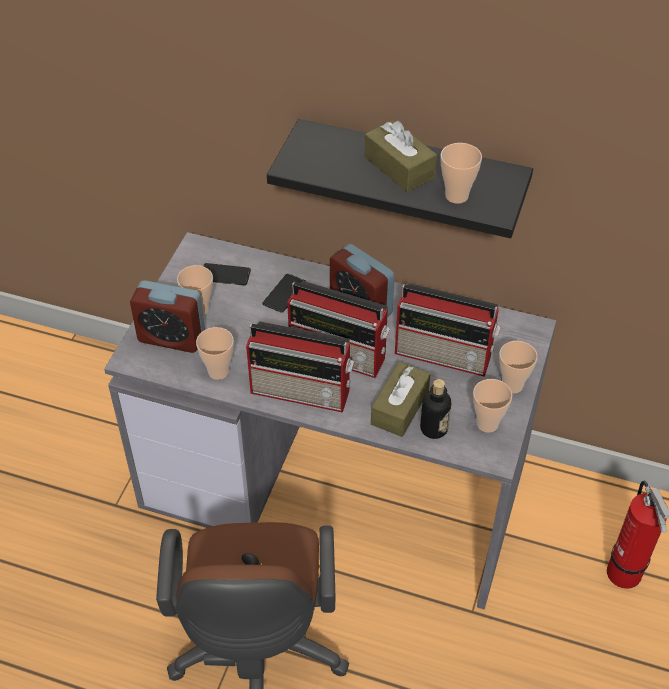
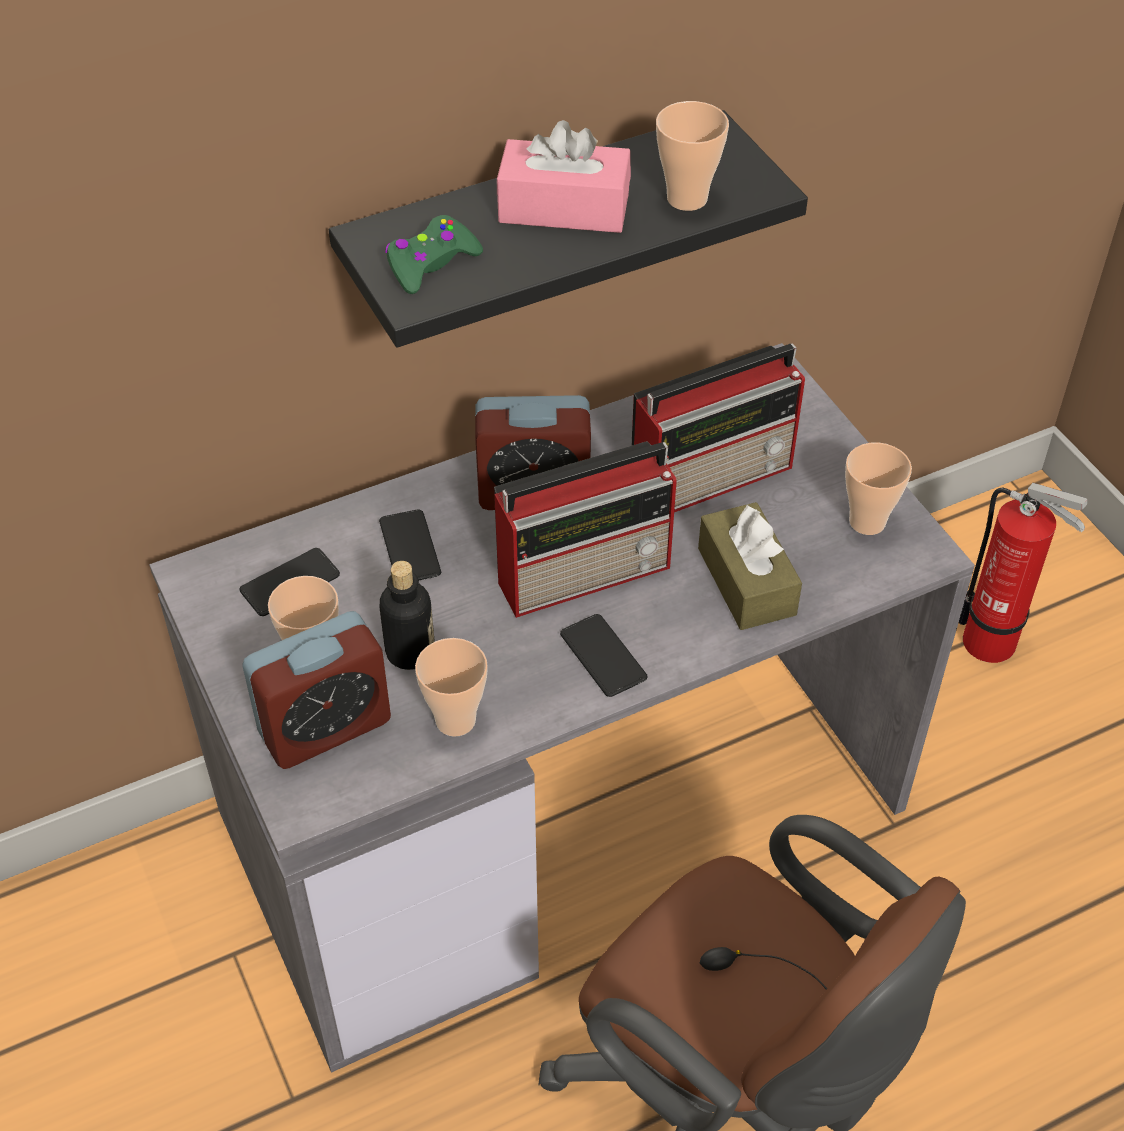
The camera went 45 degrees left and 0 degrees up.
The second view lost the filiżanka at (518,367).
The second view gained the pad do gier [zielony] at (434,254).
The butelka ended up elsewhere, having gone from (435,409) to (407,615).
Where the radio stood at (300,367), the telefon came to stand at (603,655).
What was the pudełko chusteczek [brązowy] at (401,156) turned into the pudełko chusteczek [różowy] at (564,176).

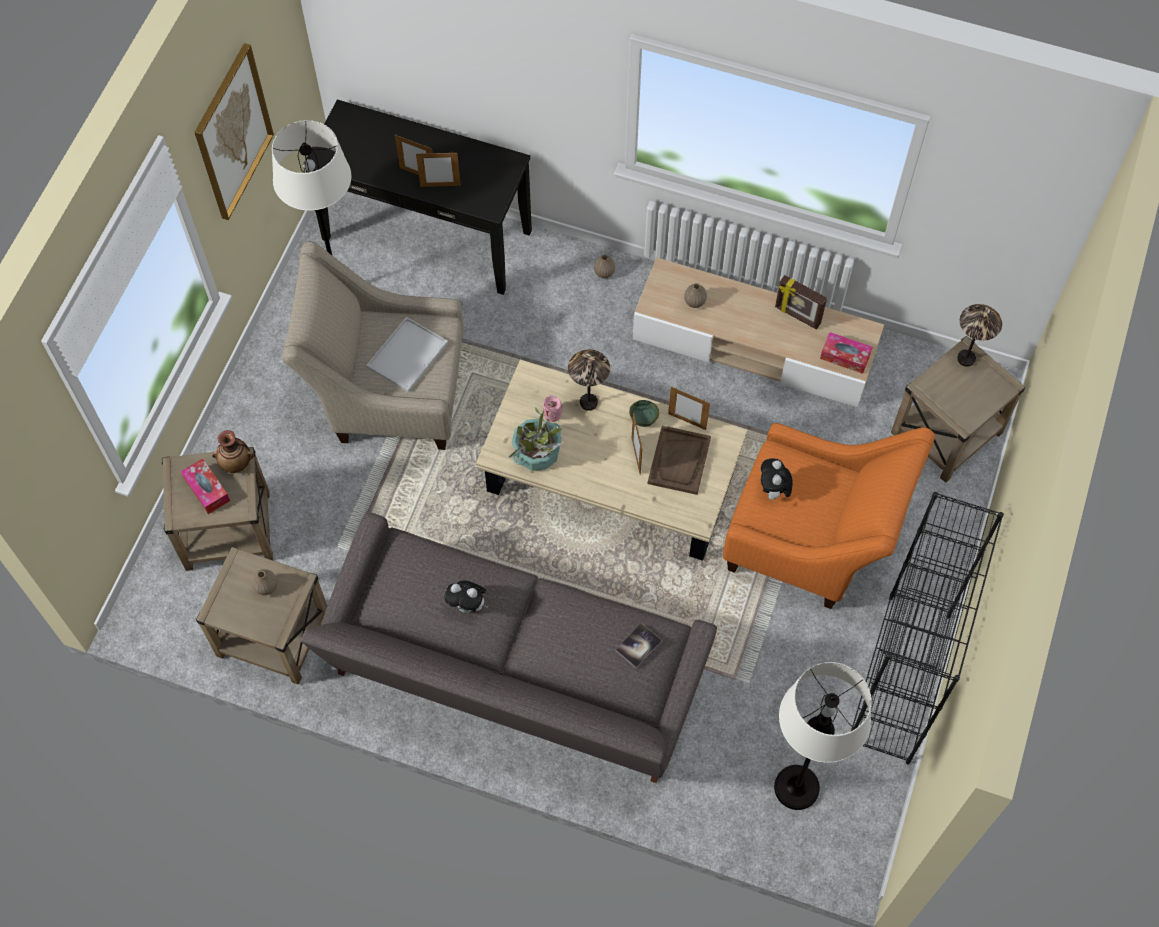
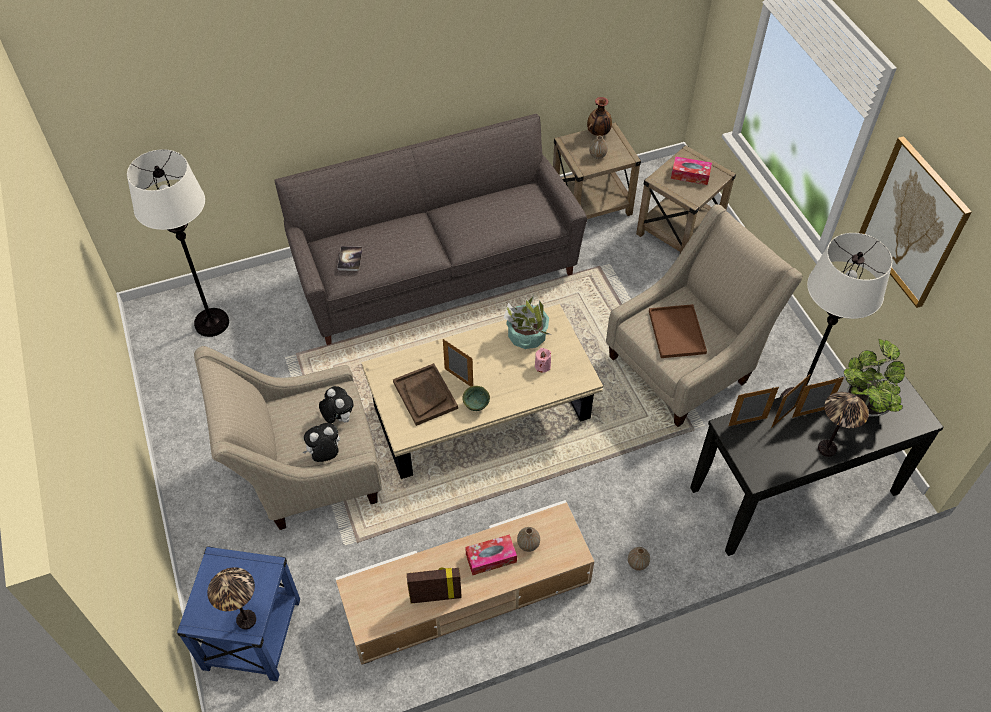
The camera went 140 degrees right and 10 degrees down.
The second view lost the regał [czarny] at (927,628).
The second view gained the roślina doniczkowa at (874,378).
The wazon ended up elsewhere, having gone from (233,451) to (599,116).
The pluszak ended up elsewhere, having gone from (466,597) to (321,442).
The lampa stołowa ended up elsewhere, having gone from (589,380) to (843,424).
The ramka na zdjęcie ended up elsewhere, having gone from (689,408) to (753,406).
The pudełko chusteczek ended up elsewhere, having gone from (846,353) to (491,554).
What was the taca [biały] at (407,355) turned into the taca [brązowy] at (678,331).
What was the fotel [pomarańczowy] at (829,516) turned into the fotel [beżowy] at (288,438).
What was the stolik [beżowy] at (958,409) turned into the stolik [niebieski] at (238,613).

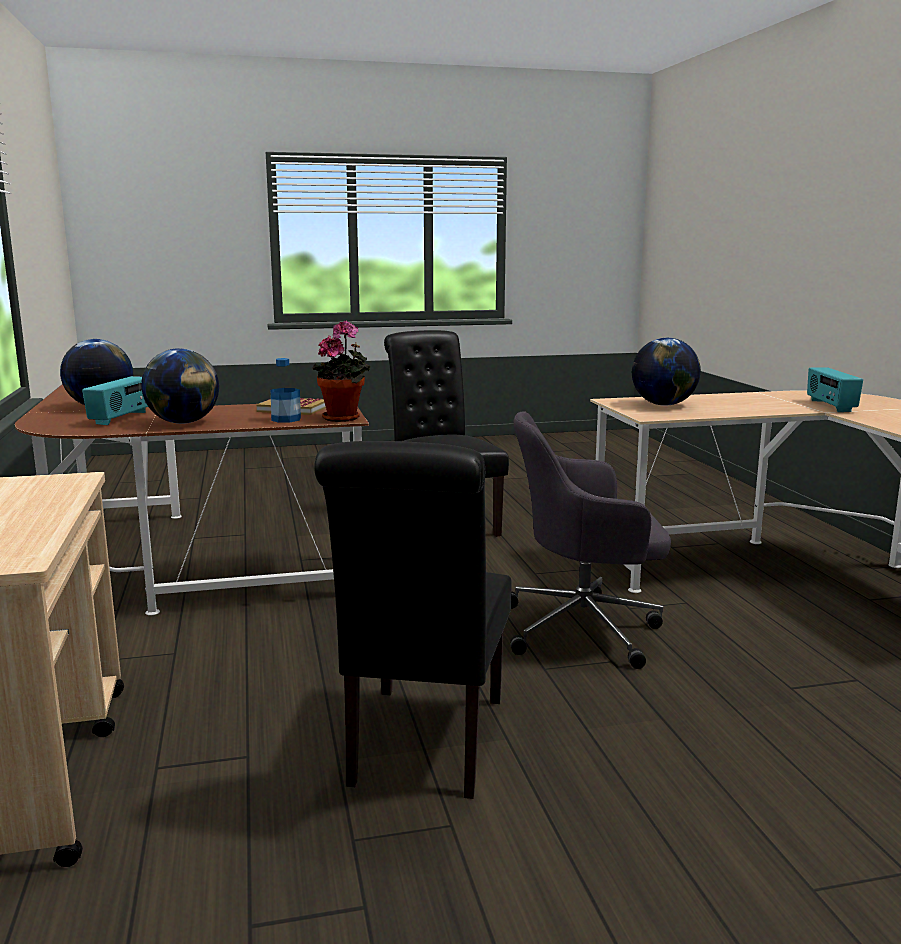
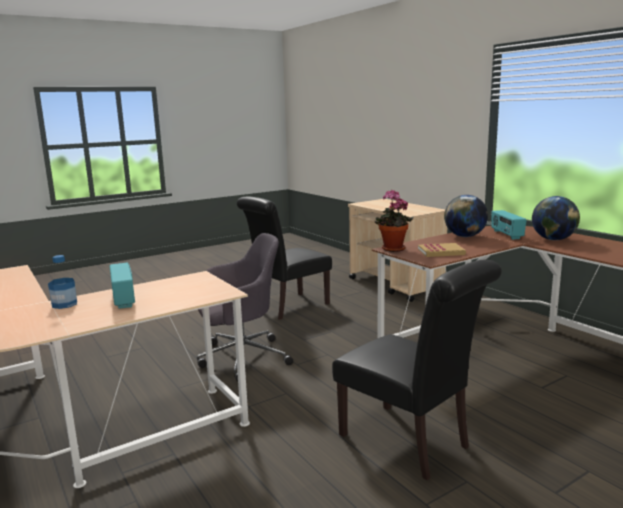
The camera went 160 degrees right and 0 degrees up.
The second view lost the globus at (666,372).
The butelka ended up elsewhere, having gone from (286,390) to (62,282).
The radio ended up elsewhere, having gone from (835,390) to (122,286).
The krzesło [czarny] at (413,620) ended up facing another way, 120 degrees counterclockwise from before.

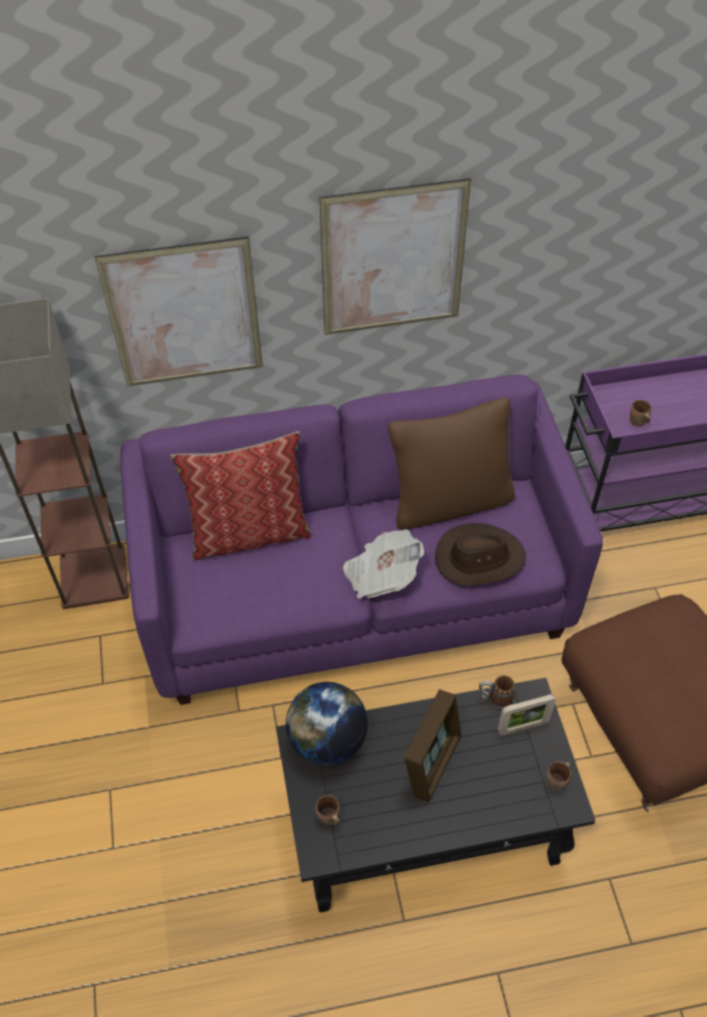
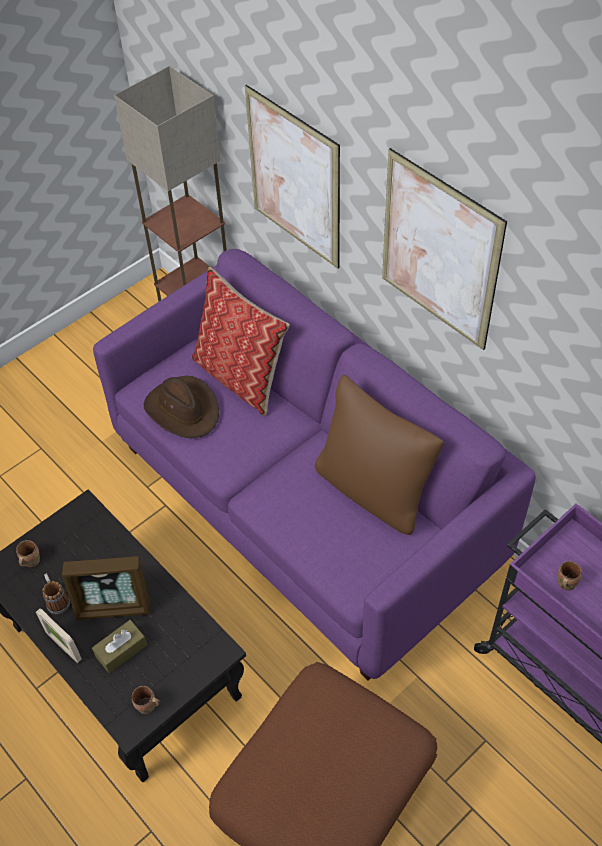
The camera went 60 degrees right and 0 degrees up.
The second view lost the globus at (327,724).
The second view lost the gazeta at (383,564).
The second view gained the pudełko chusteczek [brązowy] at (119,647).
The kapelusz [brązowy] ended up elsewhere, having gone from (480,554) to (181,407).
The kubek ended up elsewhere, having gone from (497,692) to (56,594).
The ramka na zdjęcie ended up elsewhere, having gone from (527,715) to (59,635).

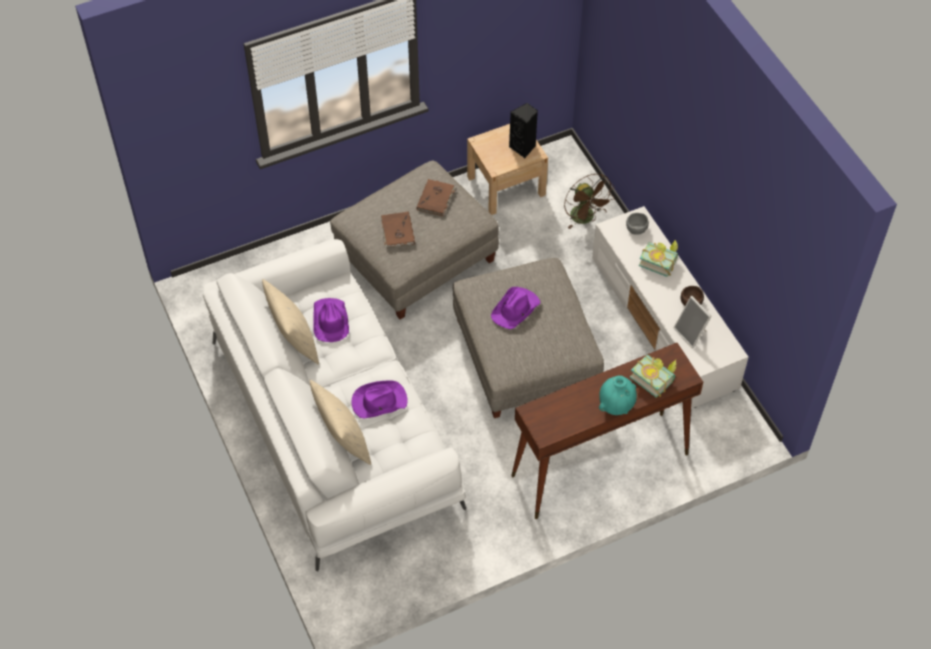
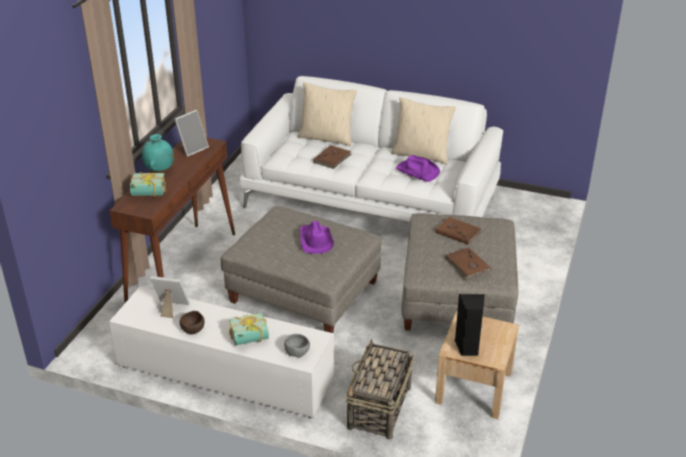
The camera went 135 degrees right and 20 degrees down.
The second view gained the ramka na zdjęcie at (191,133).
Where the kapelusz [fioletowy] stood at (380,399), the książka [brązowy] came to stand at (332,157).
Where the wentylator [brązowy] stood at (589,201), the koszyk came to stand at (380,389).

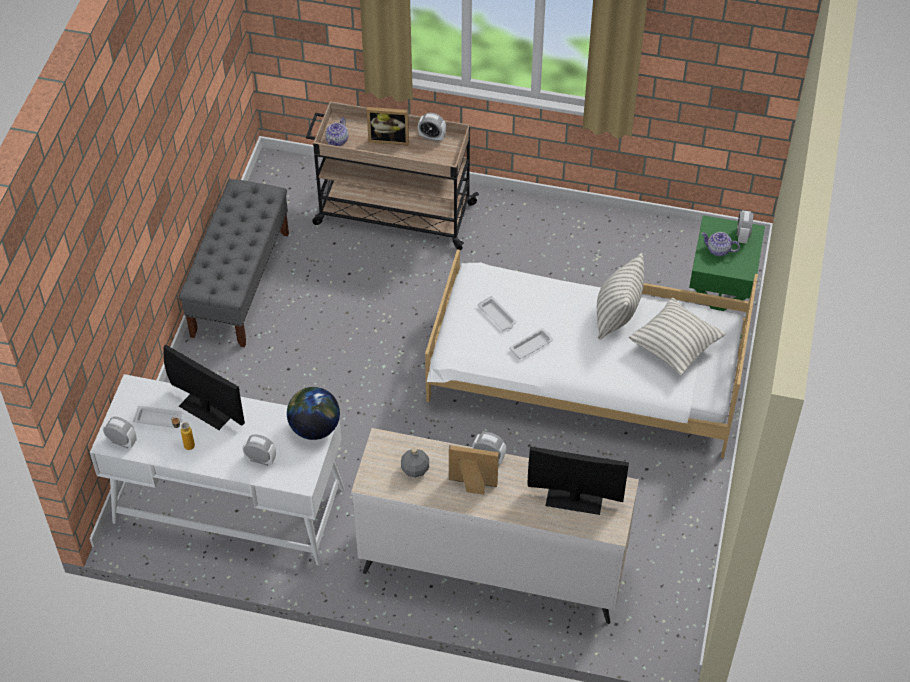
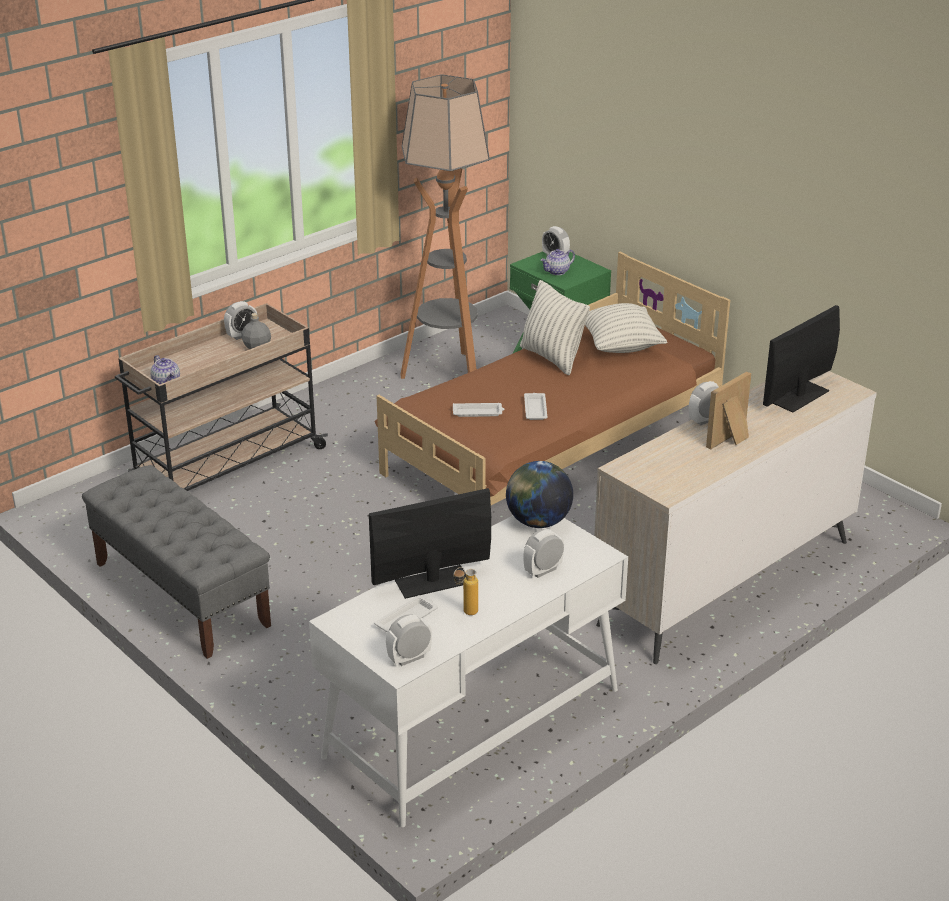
The camera went 55 degrees left and 20 degrees down.
The second view lost the ramka na zdjęcie at (388,126).
The second view gained the lampa stojąca at (445,226).
The butelka [szary] ended up elsewhere, having gone from (415,462) to (256,331).
What was the łóżko [biały] at (591,353) turned into the łóżko [brązowy] at (552,378).

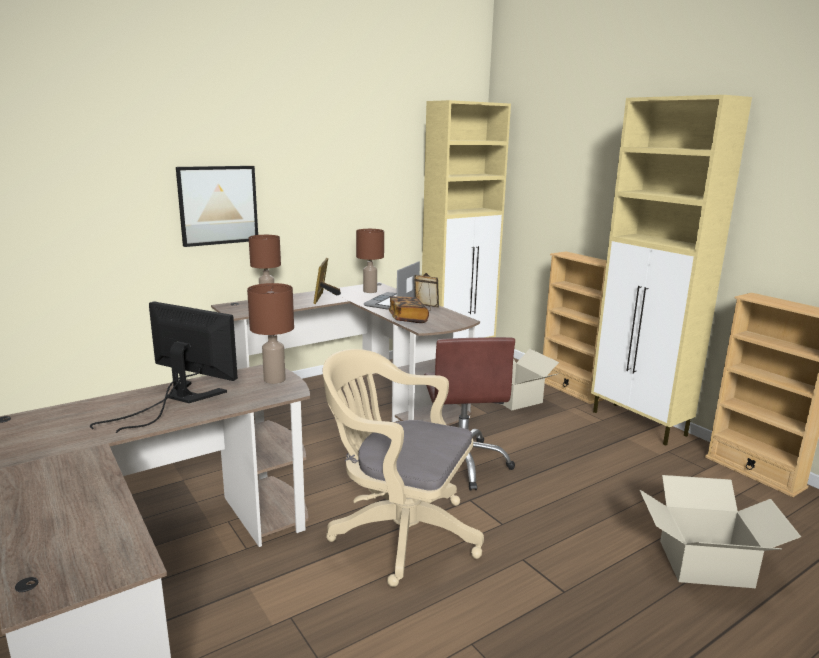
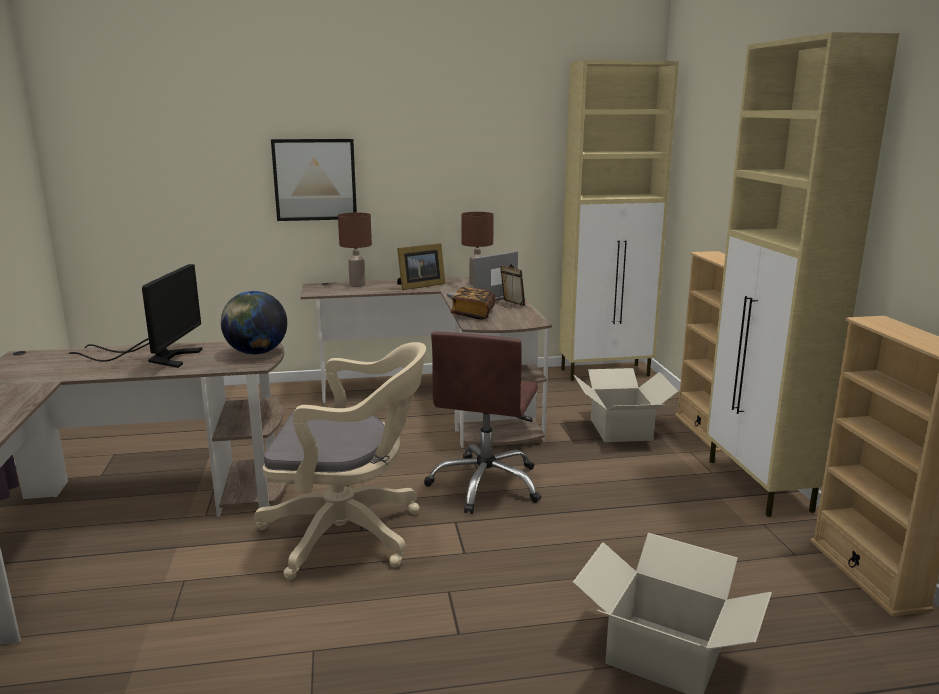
The camera went 25 degrees right and 0 degrees up.
Where the lampa stołowa [brązowy] stood at (270,333), the globus came to stand at (254,323).
The monitor at (164,367) ended up facing another way, 45 degrees clockwise from before.
The ramka na zdjęcie at (327,281) ended up facing another way, 150 degrees counterclockwise from before.
The krzesło biurowe [beżowy] at (403,468) ended up facing another way, 135 degrees clockwise from before.

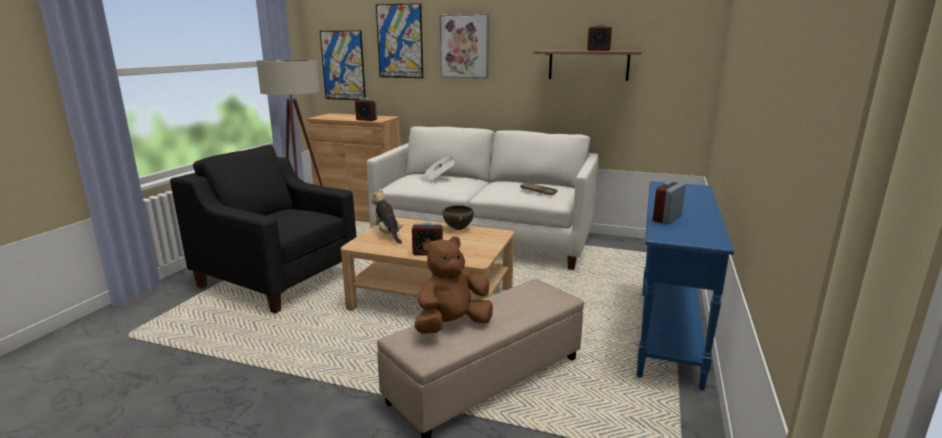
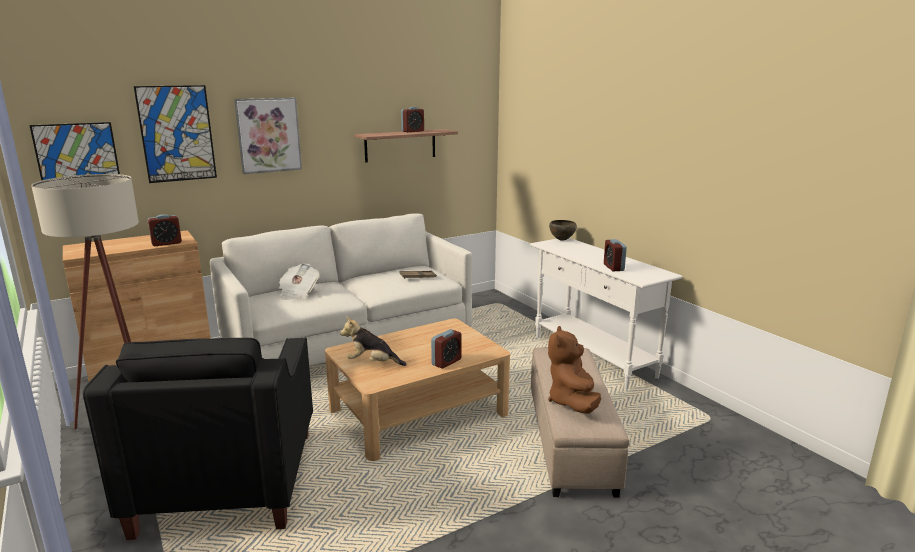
The camera went 50 degrees left and 0 degrees up.
The miska [brązowy] ended up elsewhere, having gone from (458,217) to (563,230).
What was the stolik konsolowy [niebieski] at (685,285) turned into the stolik konsolowy [biały] at (606,313).
The fotel [czarny] at (263,229) ended up facing another way, 75 degrees counterclockwise from before.

